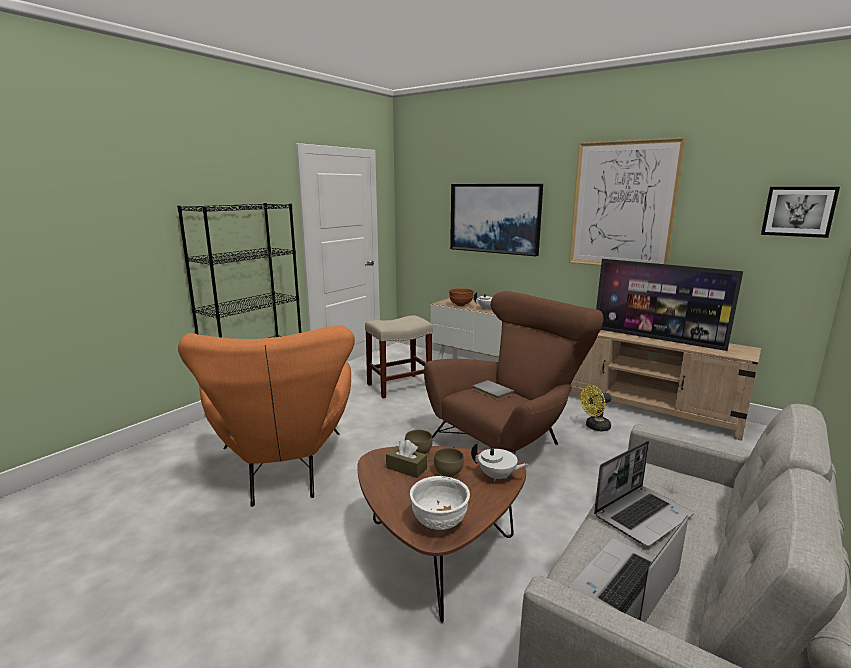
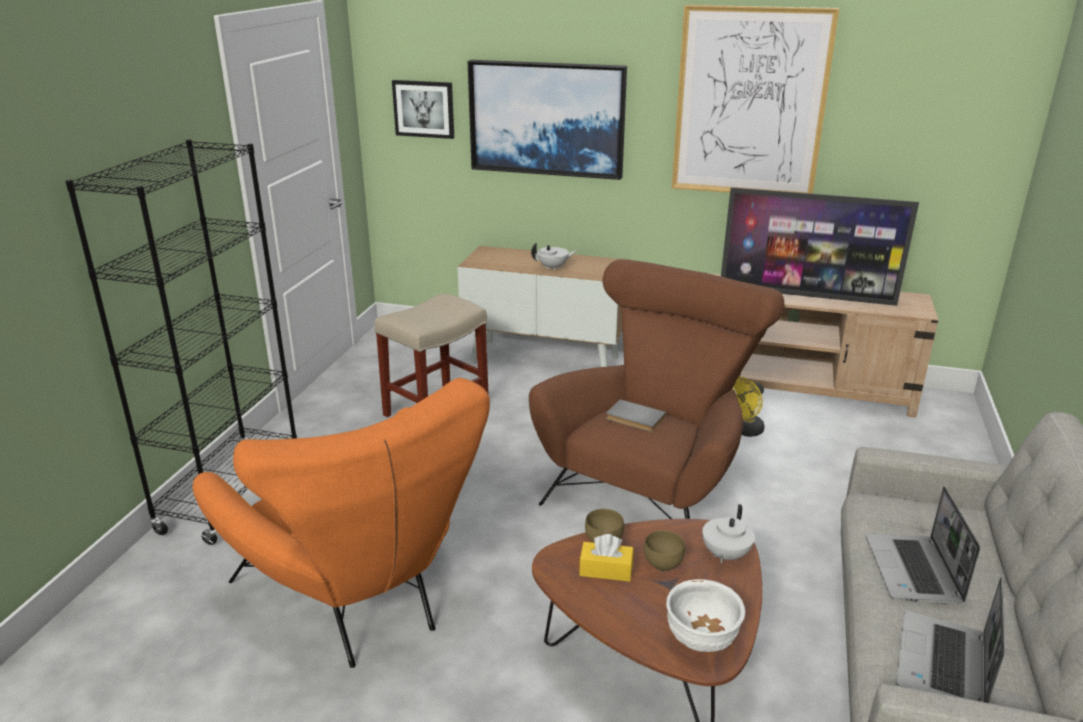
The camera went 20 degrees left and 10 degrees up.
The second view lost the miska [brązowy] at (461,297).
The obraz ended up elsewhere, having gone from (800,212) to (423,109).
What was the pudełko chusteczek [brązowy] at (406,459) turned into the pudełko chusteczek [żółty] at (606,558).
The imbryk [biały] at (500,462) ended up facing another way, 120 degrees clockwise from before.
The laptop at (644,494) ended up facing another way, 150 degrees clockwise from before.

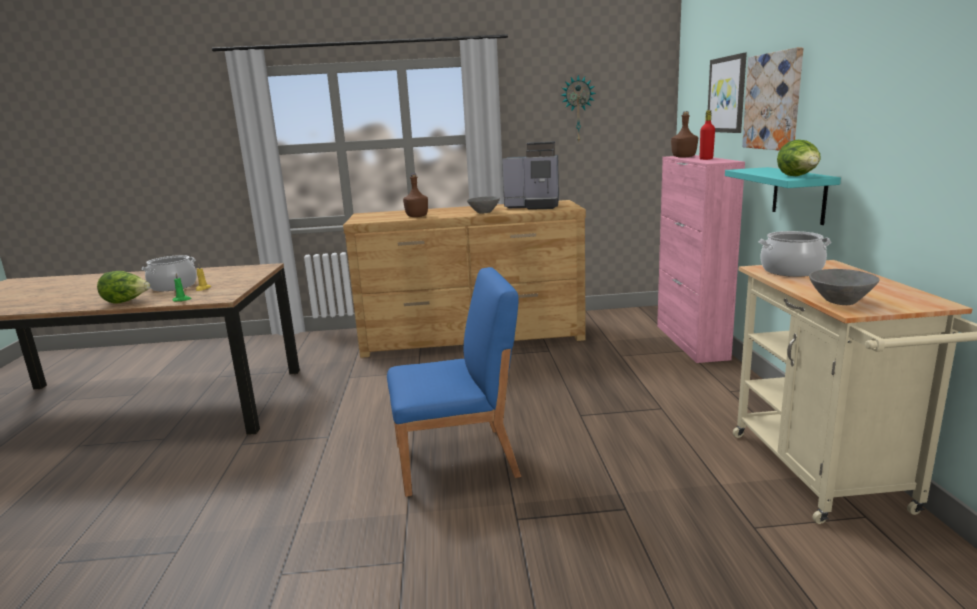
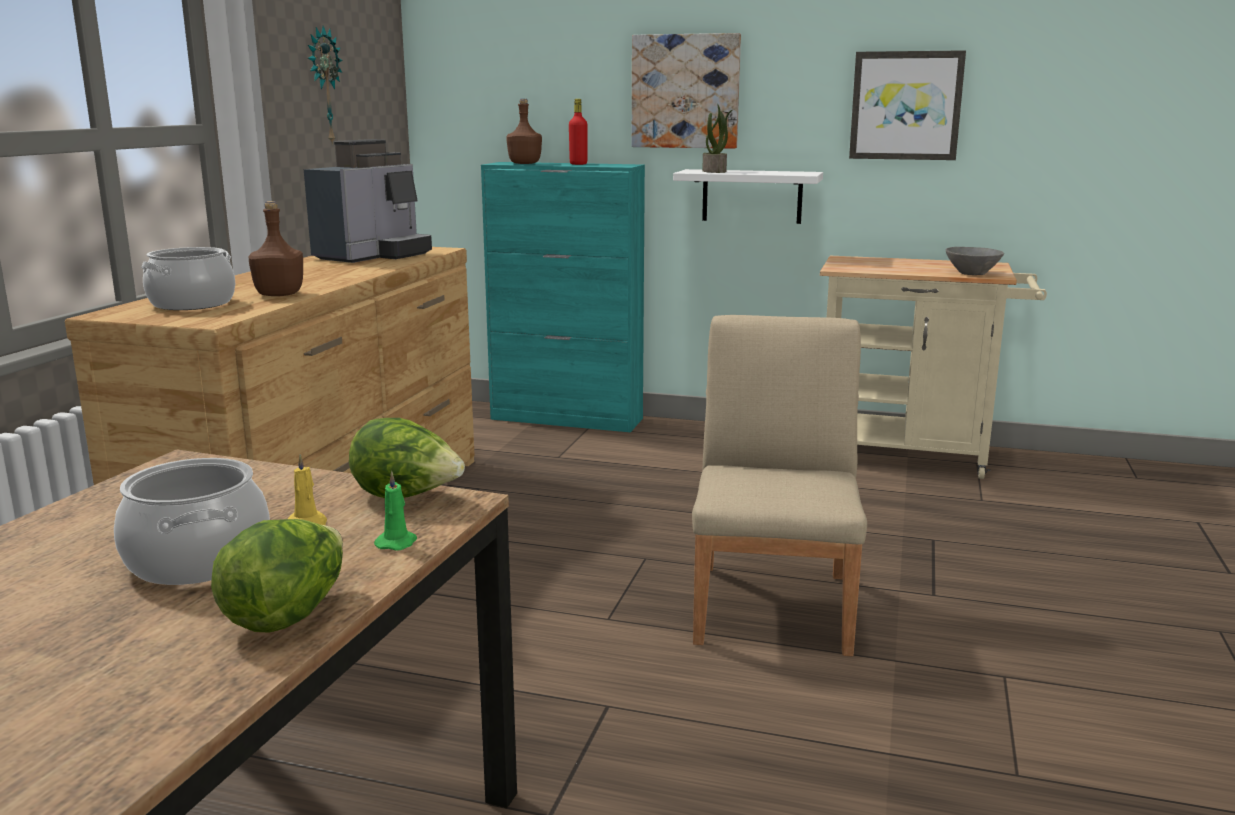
The camera went 70 degrees left and 0 degrees up.
The second view lost the miska [szary] at (483,205).
The second view gained the roślina doniczkowa at (717,138).
The obraz ended up elsewhere, having gone from (727,93) to (907,105).
The garnek ended up elsewhere, having gone from (795,254) to (188,278).
The sałata ended up elsewhere, having gone from (799,158) to (407,458).
What was the krzesło [niebieski] at (454,382) turned into the krzesło [beżowy] at (779,485).
What was the szafka [różowy] at (701,259) turned into the szafka [turkusowy] at (563,297).
What was the półka [turkusowy] at (783,196) turned into the półka [biały] at (748,196).

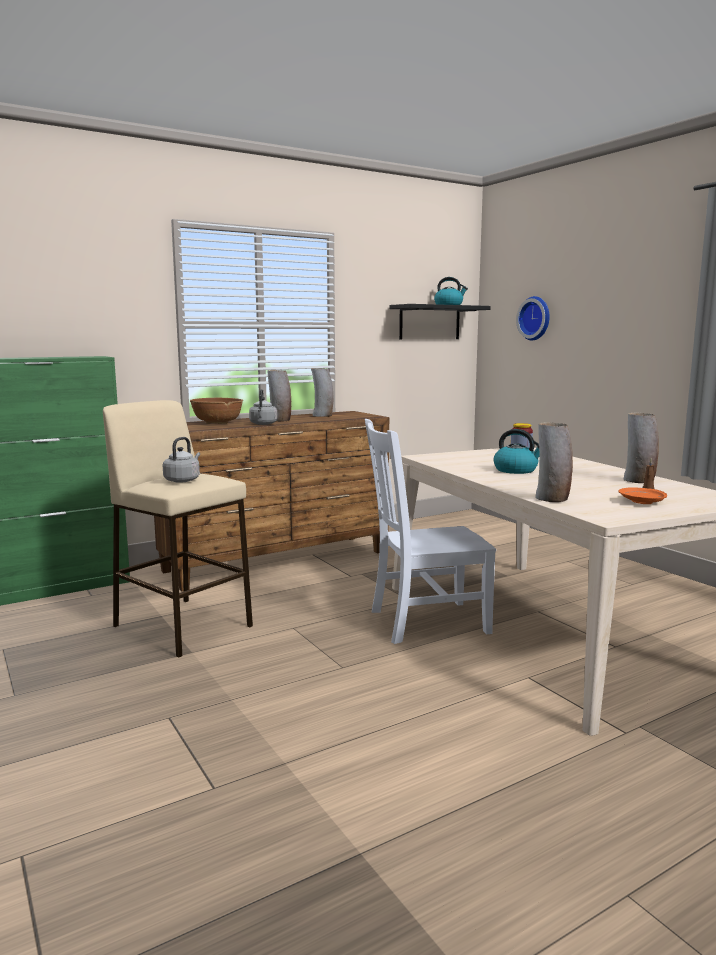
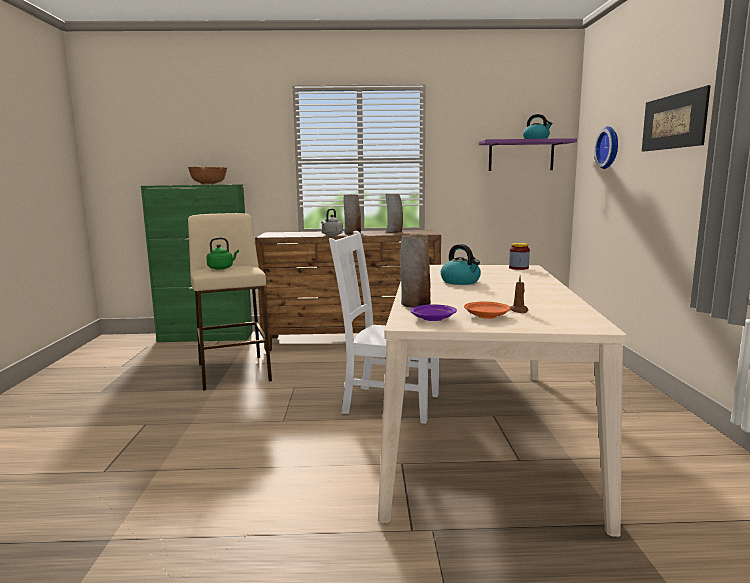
The camera went 30 degrees right and 0 degrees up.
The second view lost the wazon at (641,447).
The second view gained the talerz [fioletowy] at (433,312).
The second view gained the obraz at (676,118).
The miska [brązowy] ended up elsewhere, having gone from (216,411) to (207,176).
What was the czajnik [szary] at (181,460) turned into the czajnik [zielony] at (222,253).
What was the półka [czarny] at (440,321) turned into the półka [fioletowy] at (528,154).

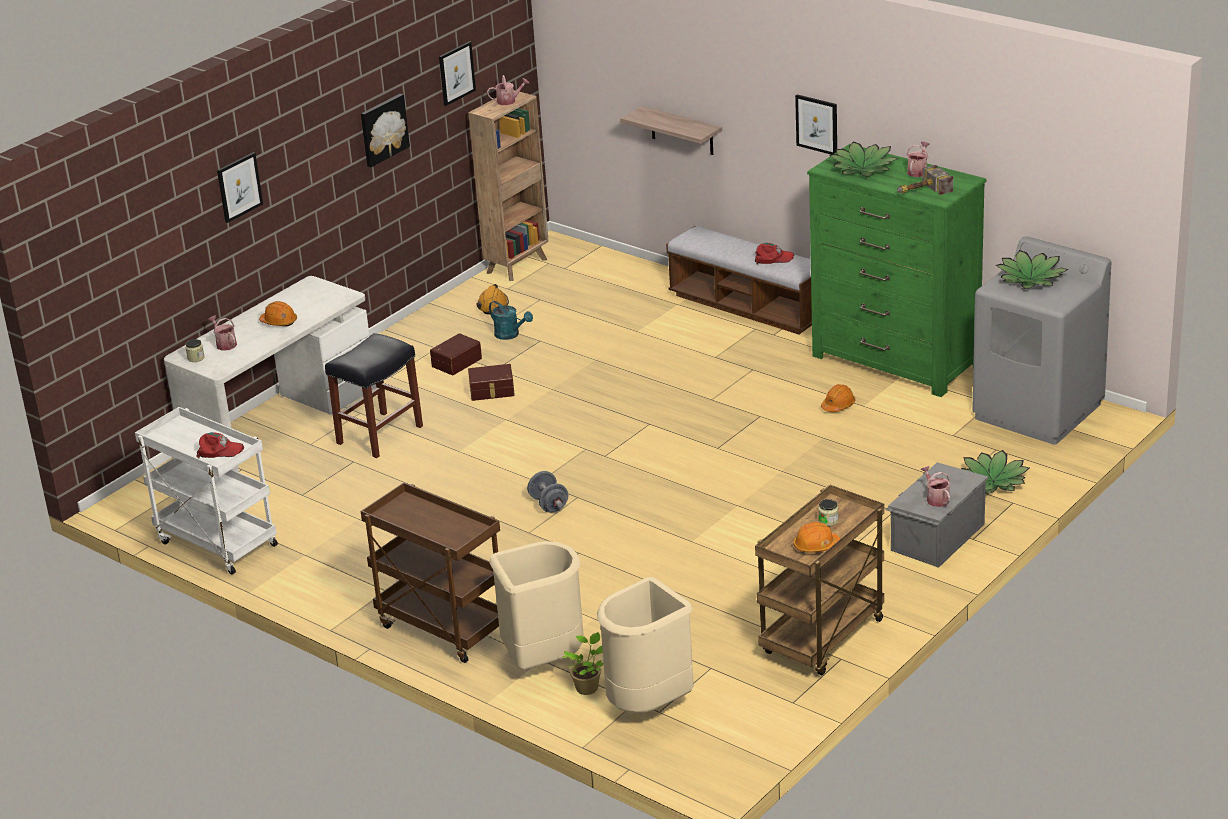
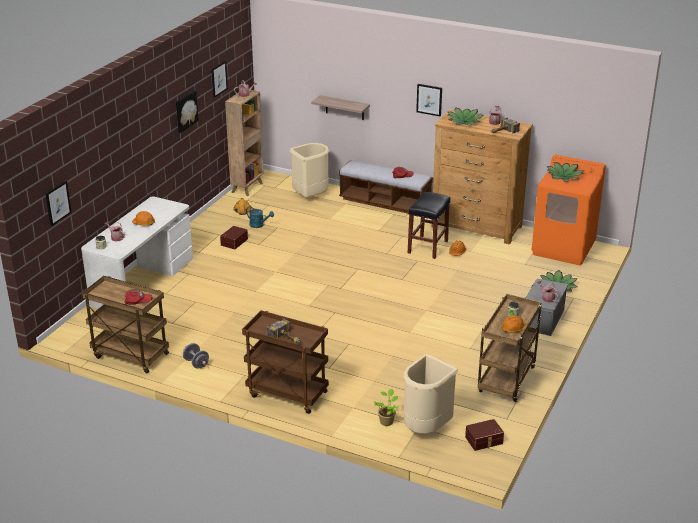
The camera went 15 degrees left and 0 degrees up.
The second view gained the młotek at (284,330).
The obraz ended up elsewhere, having gone from (240,187) to (58,203).
The stołek [czarny] ended up elsewhere, having gone from (374,395) to (429,225).
The pojemnik do przechowywania [brązowy] ended up elsewhere, having gone from (491,382) to (484,435).
The kosz na śmieci [beżowy] ended up elsewhere, having gone from (536,605) to (309,170).
The hantel [szary] ended up elsewhere, having gone from (548,492) to (196,356).
What was the wózek [biały] at (206,490) turned into the wózek [brązowy] at (125,324).
What was the komoda [zielony] at (897,270) turned into the komoda [brązowy] at (482,177).
What was the pralka [szary] at (1041,340) turned into the pralka [pomarańczowy] at (569,210).

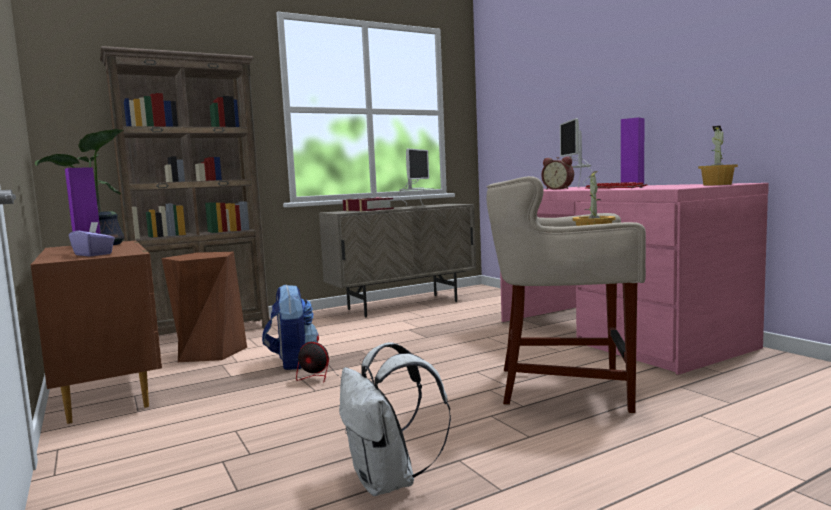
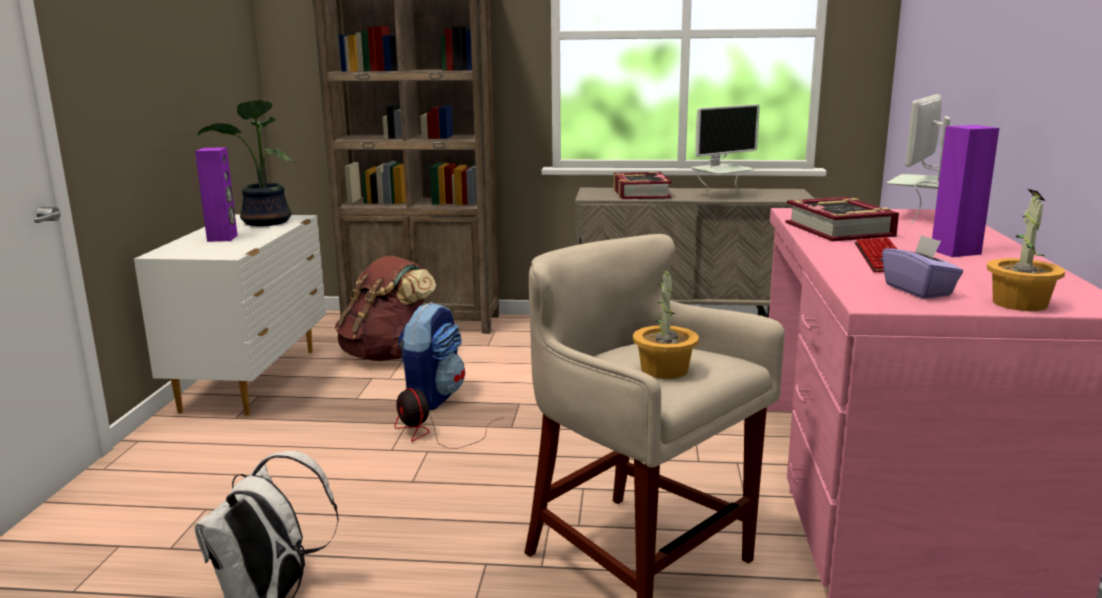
The camera went 35 degrees right and 10 degrees up.
The pudełko chusteczek [fioletowy] ended up elsewhere, having gone from (92,239) to (922,267).
Where the stołek [brązowy] stood at (204,307), the plecak [brązowy] came to stand at (385,308).
Where the budzik stood at (557,173), the książka came to stand at (842,219).
What was the komoda [brązowy] at (96,332) turned into the komoda [biały] at (230,314).

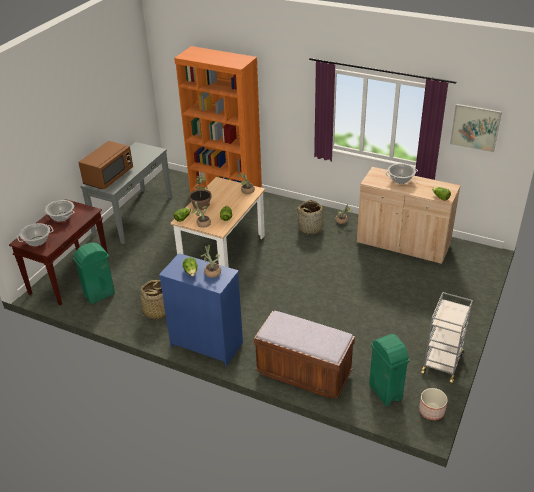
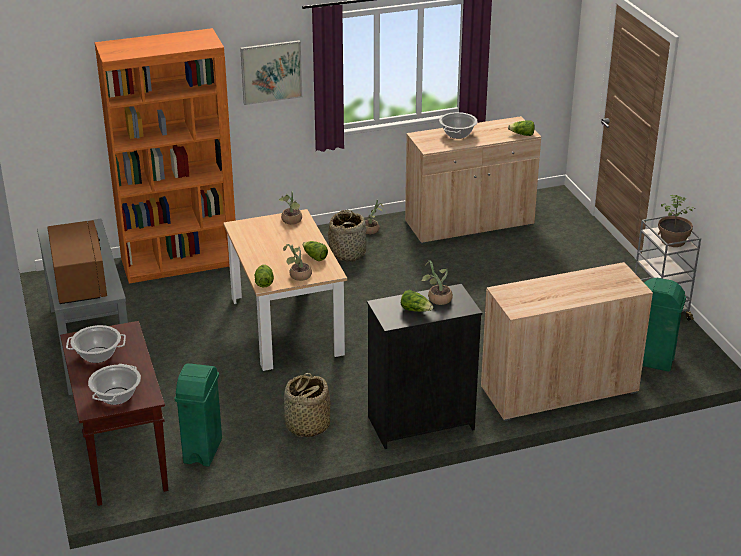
The camera went 45 degrees left and 5 degrees down.
The second view lost the donica at (433,404).
The roślina doniczkowa ended up elsewhere, having gone from (200,192) to (675,221).
The obraz ended up elsewhere, having gone from (476,128) to (271,72).
Where the ławka [brązowy] stood at (304,355), the szafka [beżowy] came to stand at (567,341).
What was the komoda [niebieski] at (201,309) turned into the komoda [czarny] at (424,366).

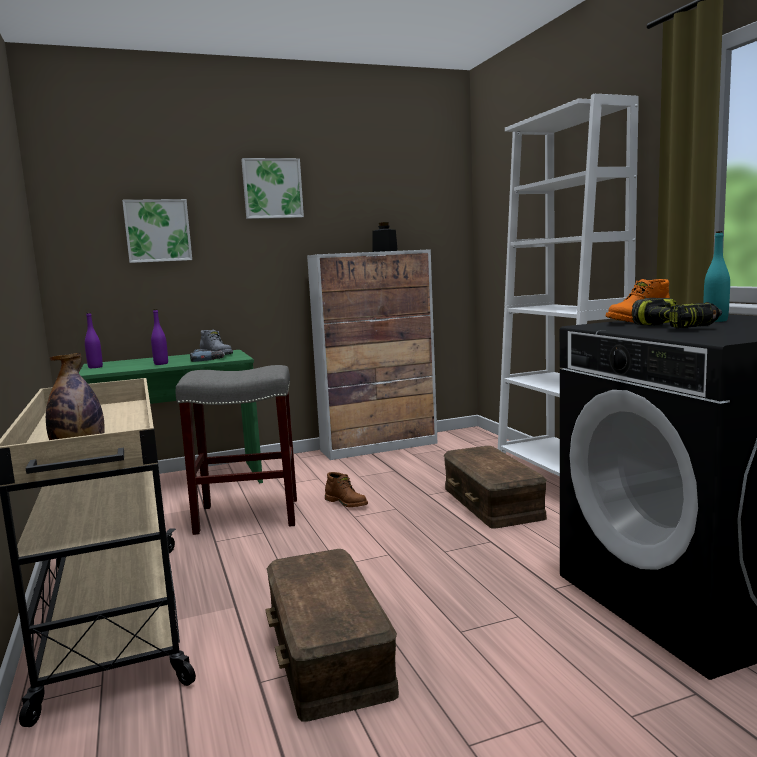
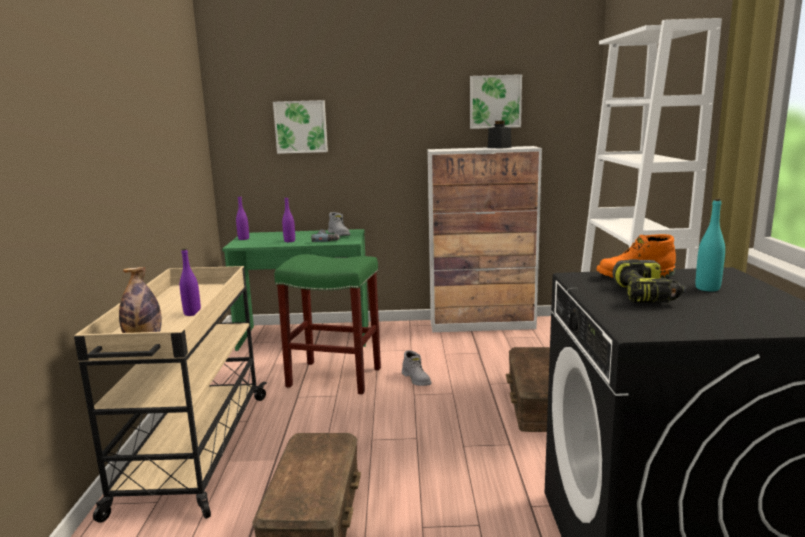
The camera went 20 degrees right and 5 degrees up.
The second view gained the butelka [fioletowy] at (190,282).
The obraz ended up elsewhere, having gone from (272,188) to (496,101).
What was the stołek [szary] at (236,450) turned into the stołek [zielony] at (327,324).
What was the but z cholewką [brązowy] at (346,489) turned into the but z cholewką [szary] at (416,368).

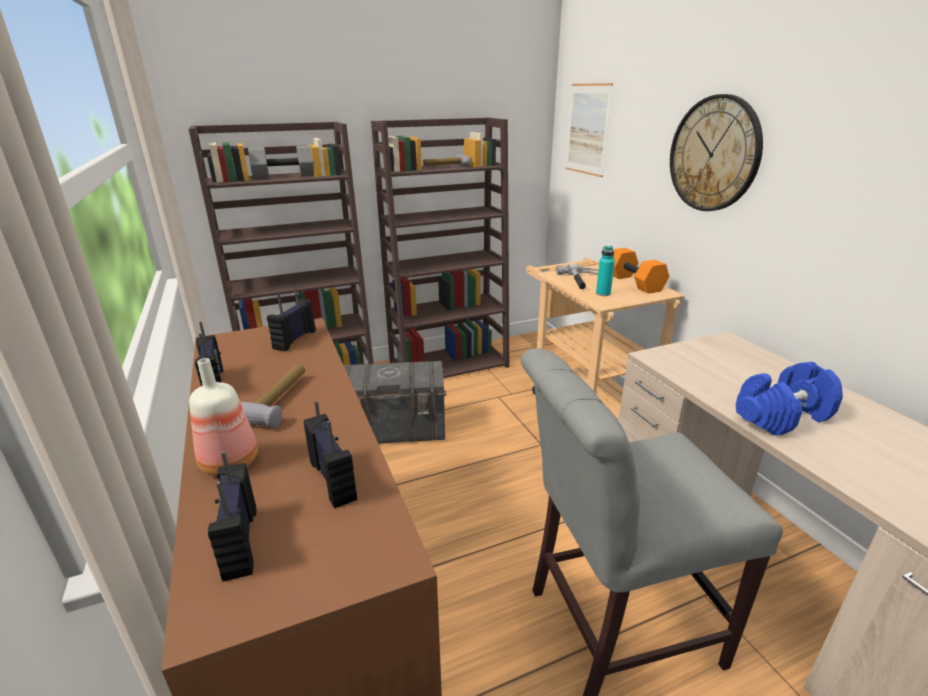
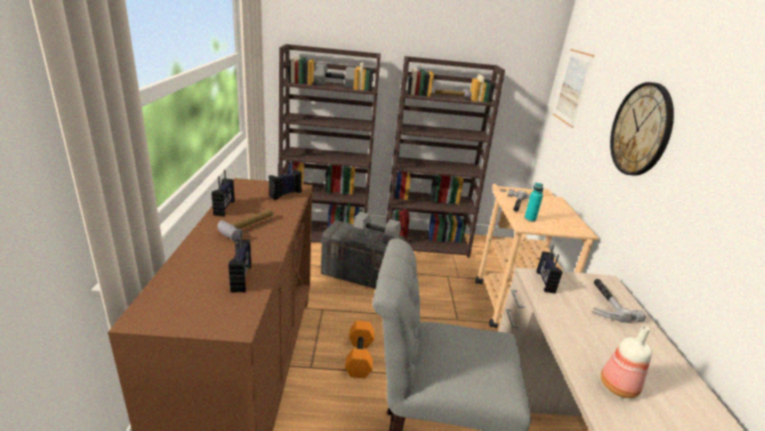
The camera went 20 degrees right and 0 degrees up.
The second view lost the hantel [niebieski] at (789,399).
The second view gained the hantel [szary] at (377,227).
The second view gained the młotek at (619,301).
The butelka ended up elsewhere, having gone from (223,417) to (626,362).
The radio ended up elsewhere, having gone from (232,516) to (549,269).
The hantel [pomarańczowy] ended up elsewhere, having gone from (641,271) to (360,349).

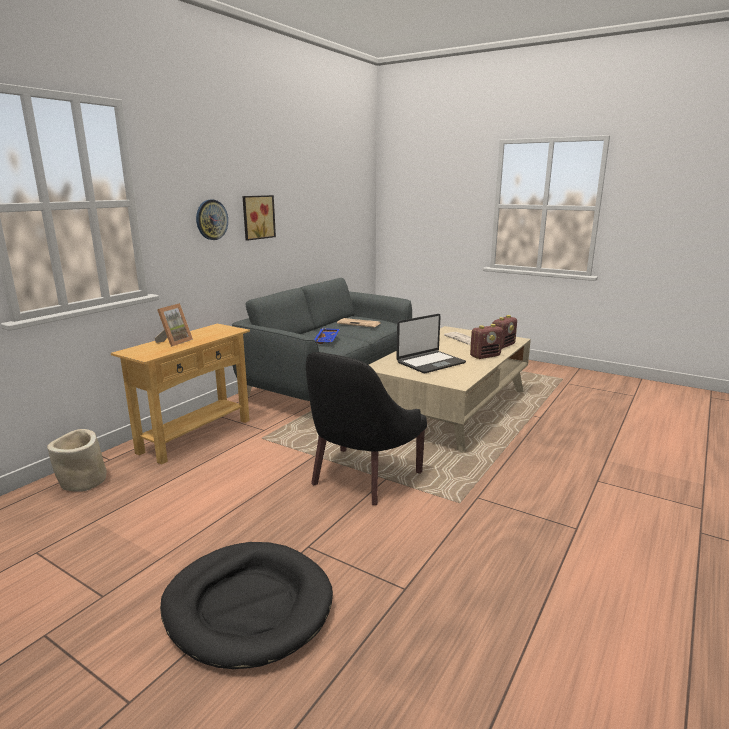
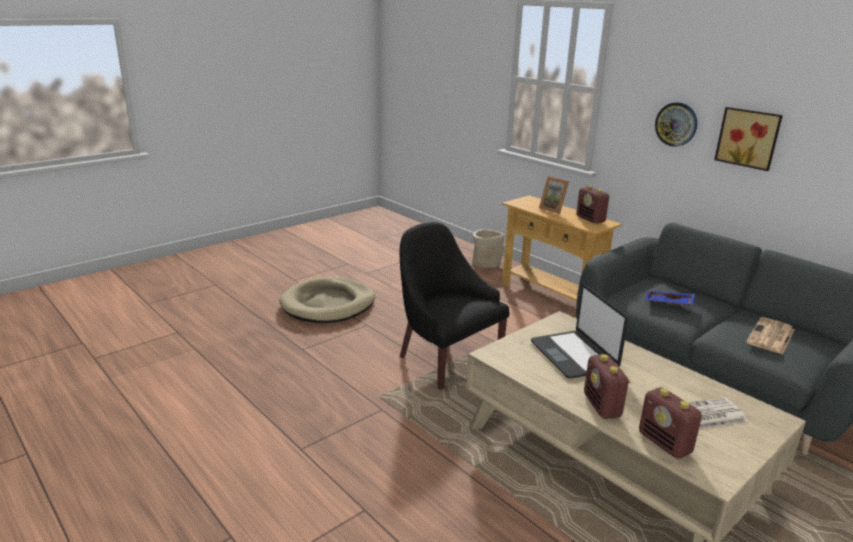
The camera went 105 degrees right and 5 degrees up.
The second view gained the radio at (593,204).
What was the legowisko [czarny] at (246,605) turned into the legowisko [beżowy] at (327,299).

